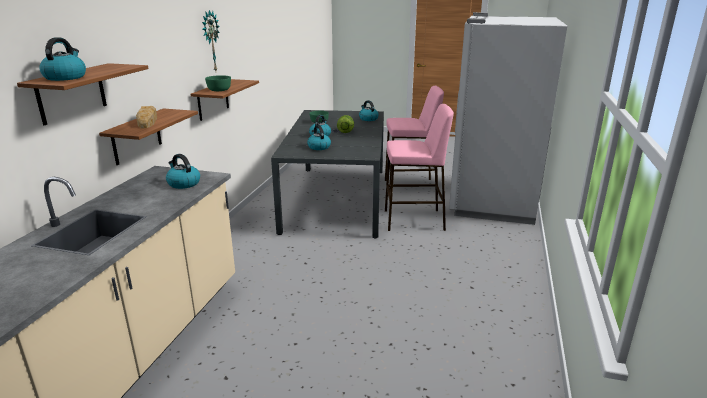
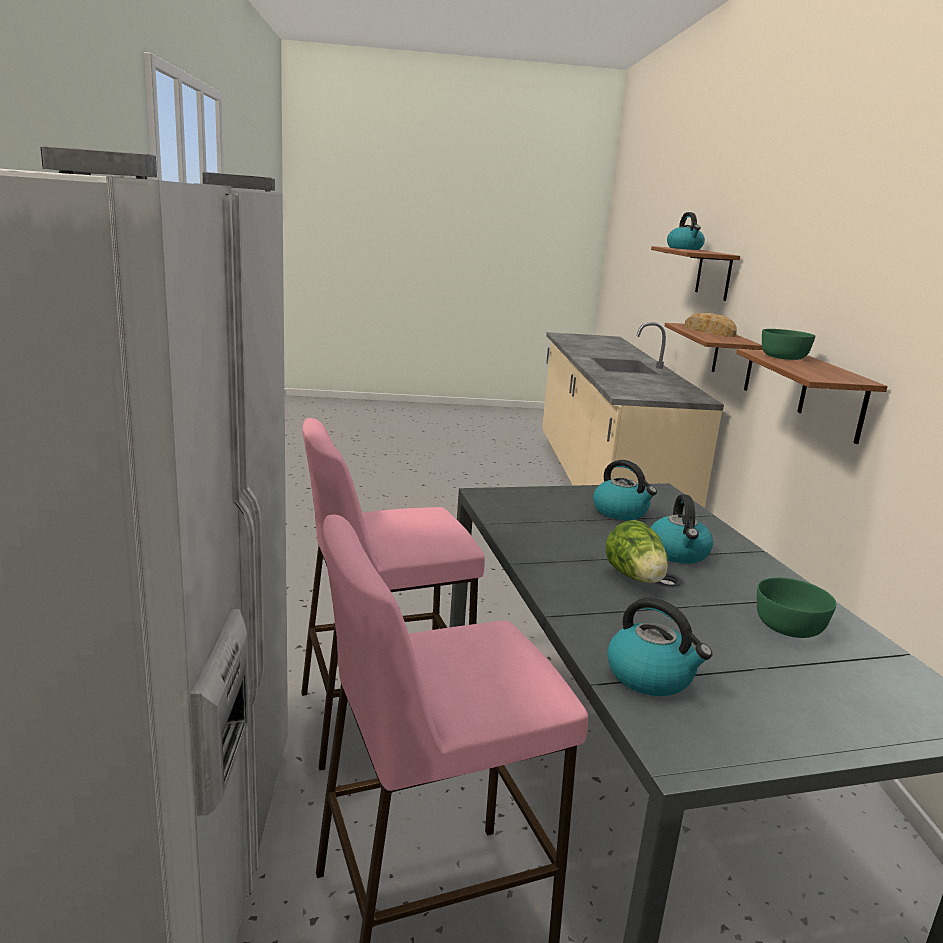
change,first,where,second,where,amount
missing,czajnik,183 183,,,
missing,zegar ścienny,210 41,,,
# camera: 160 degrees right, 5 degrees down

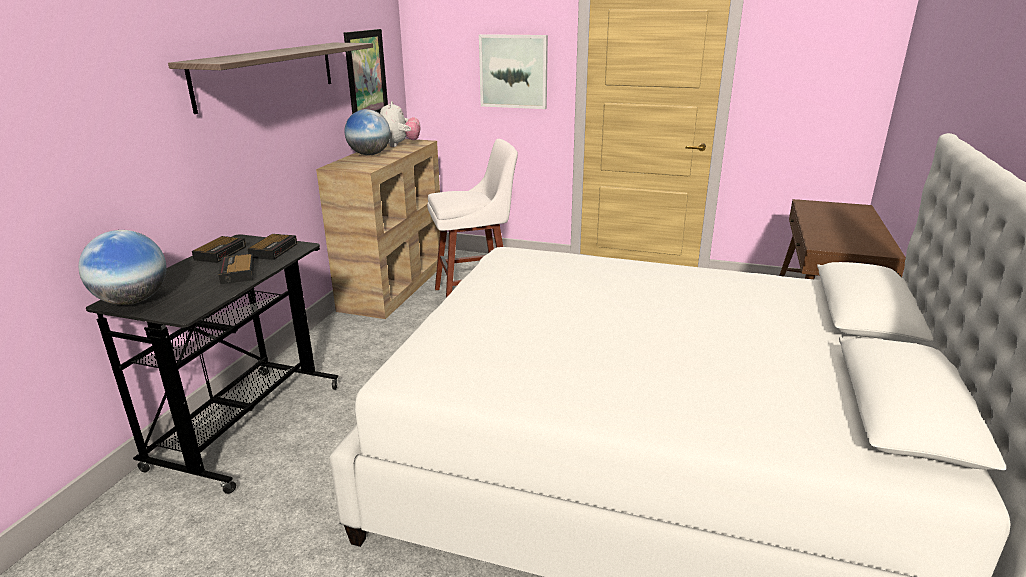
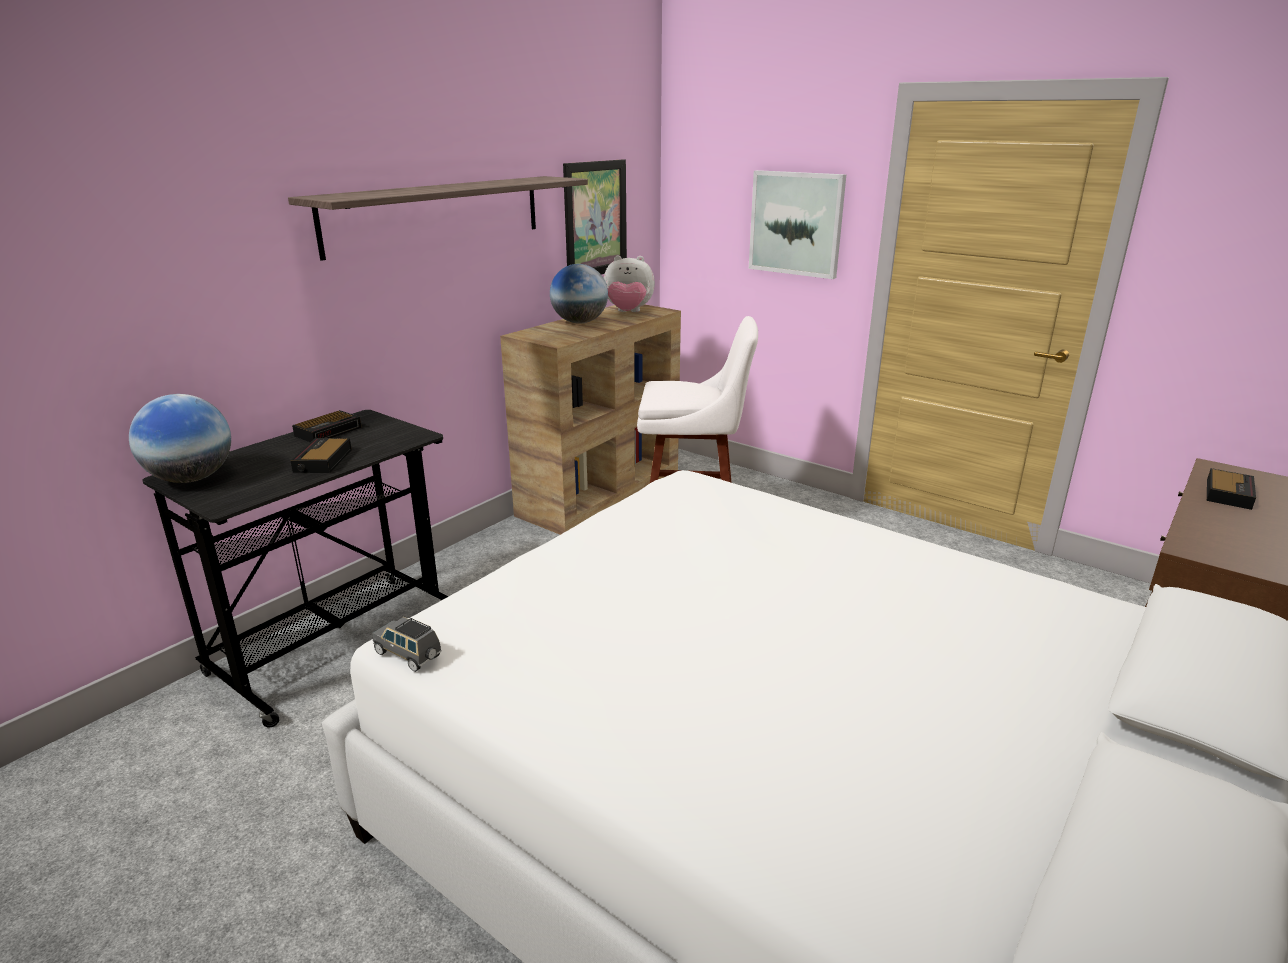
change,first,where,second,where,amount
relocated,budzik,274 250,,1228 493,
spun,pluszak,400 145,,628 312,75 degrees clockwise
appeared,,,samochodzik/szary,408 655,
# camera: 20 degrees right, 0 degrees up

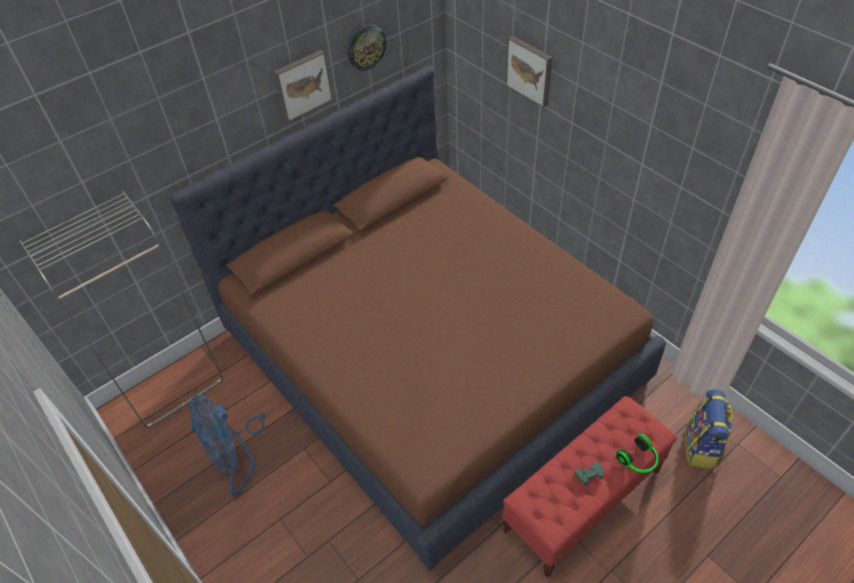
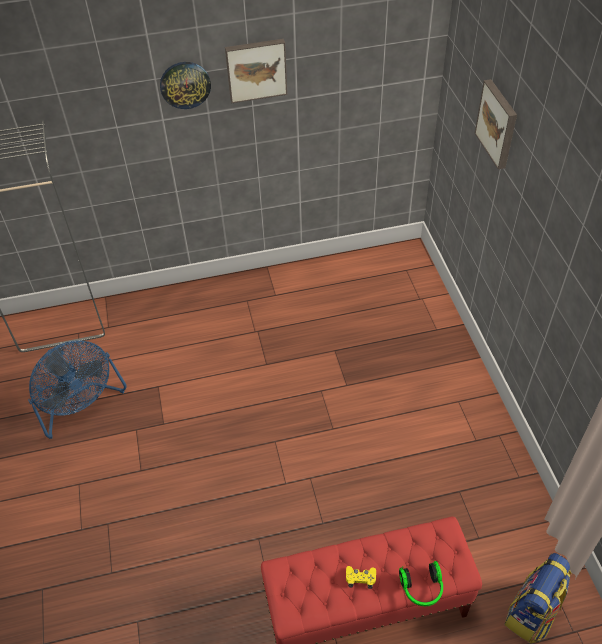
change,first,where,second,where,amount
missing,łóżko/brązowy,430 356,,,
spun,wentylator/niebieski,233 452,,76 405,120 degrees counterclockwise
relocated,zegar ścienny,366 47,,185 84,
colour,pad do gier/zielony,589 474,pad do gier/żółty,360 578,
# camera: 25 degrees right, 0 degrees up

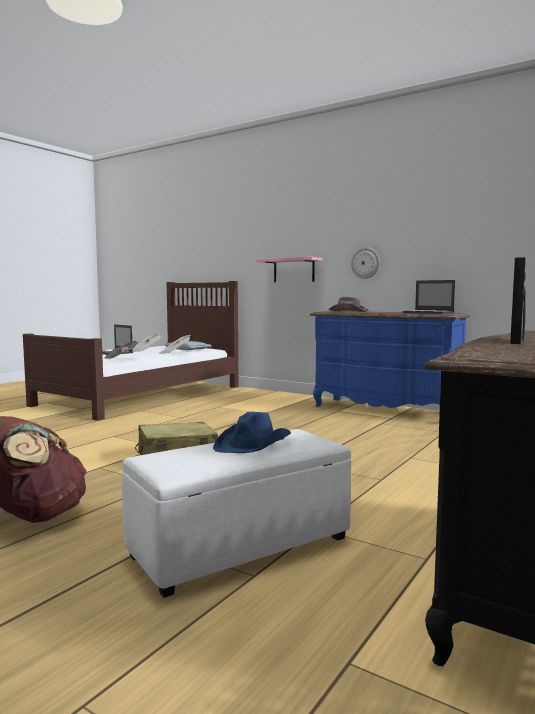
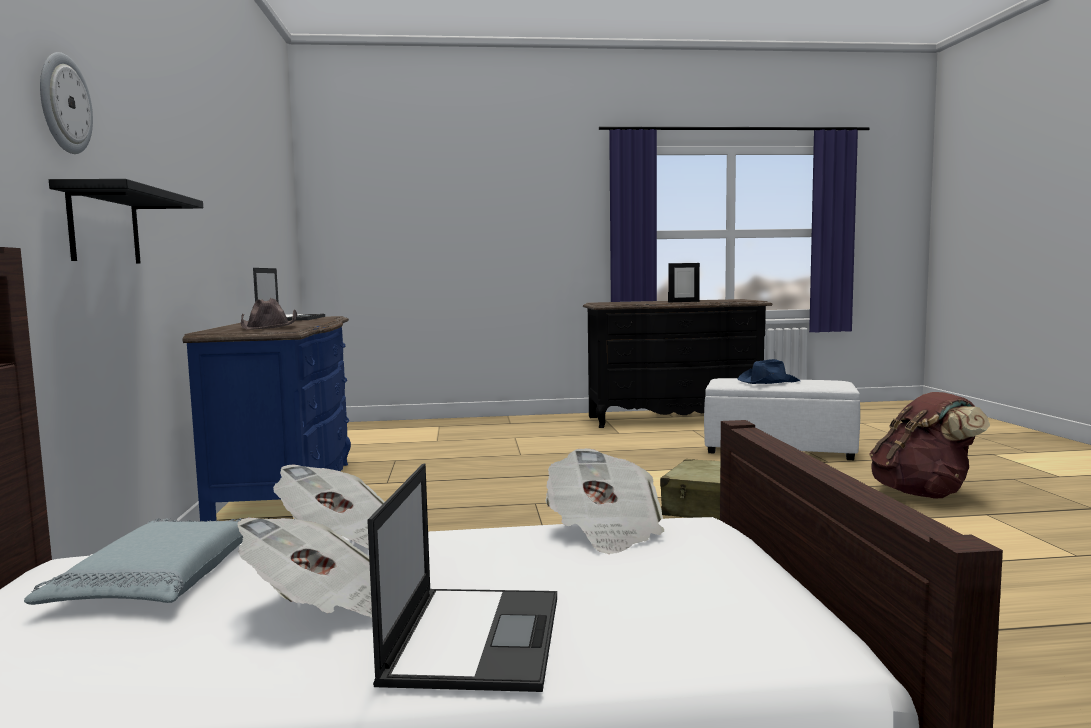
change,first,where,second,where,amount
colour,półka/różowy,294 270,półka/czarny,104 227,
relocated,zegar ścienny,365 263,,63 104,
# camera: 130 degrees left, 0 degrees up

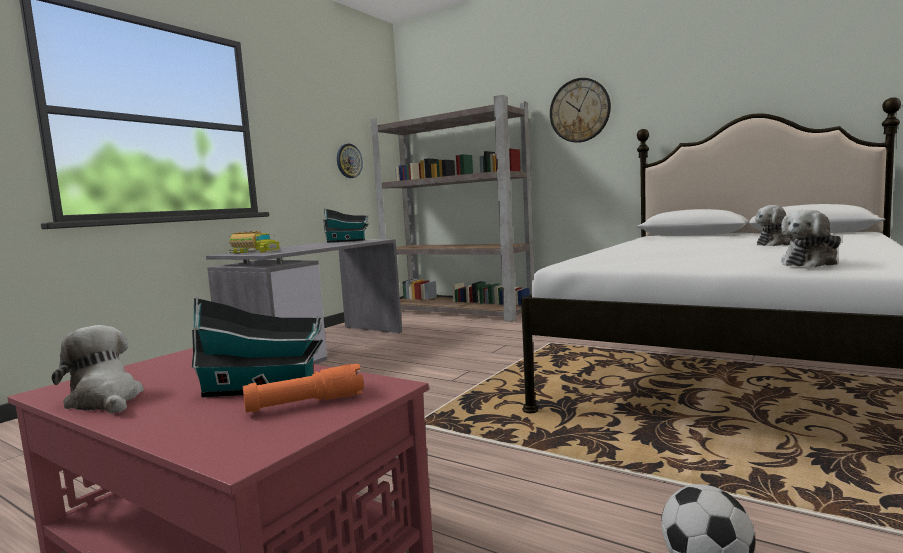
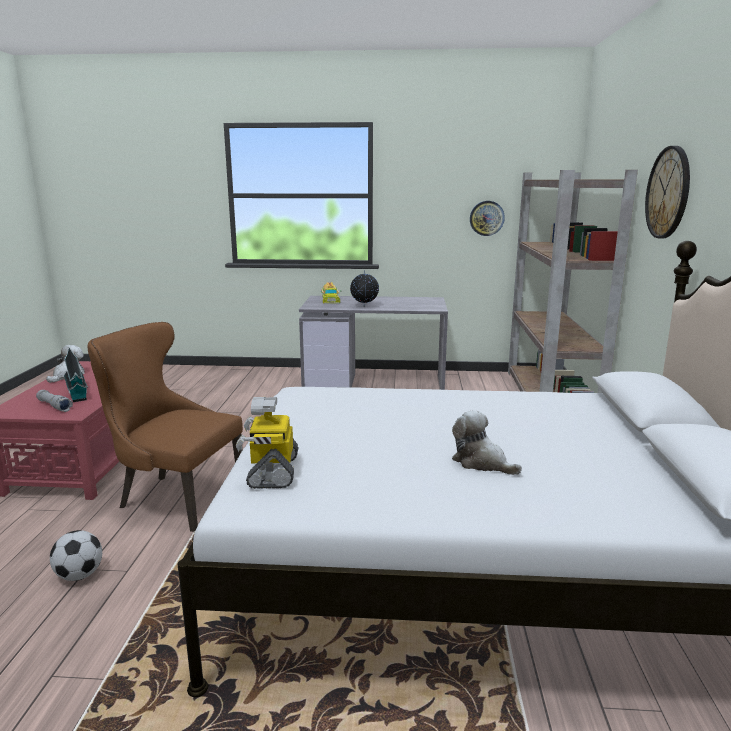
change,first,where,second,where,amount
colour,latarka/pomarańczowy,305 404,latarka/szary,54 406,
missing,domek,347 241,,,
exchanged,pluszak,811 263,robot zabawkowy,272 471,
appeared,,,krzesło/brązowy,176 498,
appeared,,,globus,364 306,
# camera: 60 degrees right, 10 degrees up

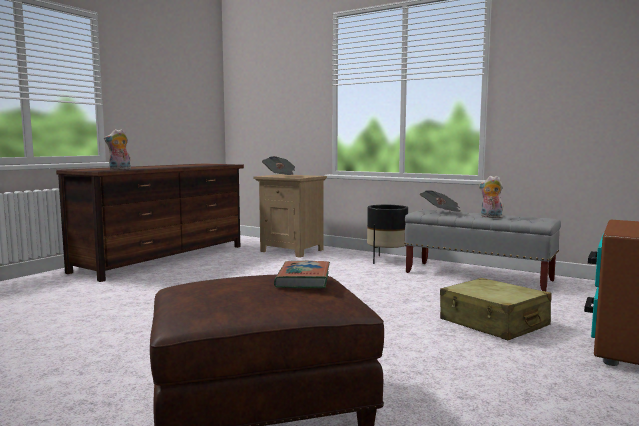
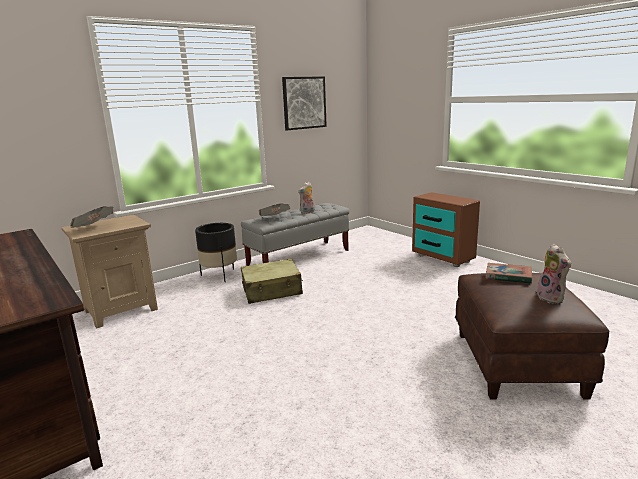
change,first,where,second,where,amount
relocated,pluszak,119 169,,552 298,
relocated,walizka/beżowy,493 323,,272 290,
appeared,,,obraz,304 103,
# camera: 70 degrees left, 10 degrees up

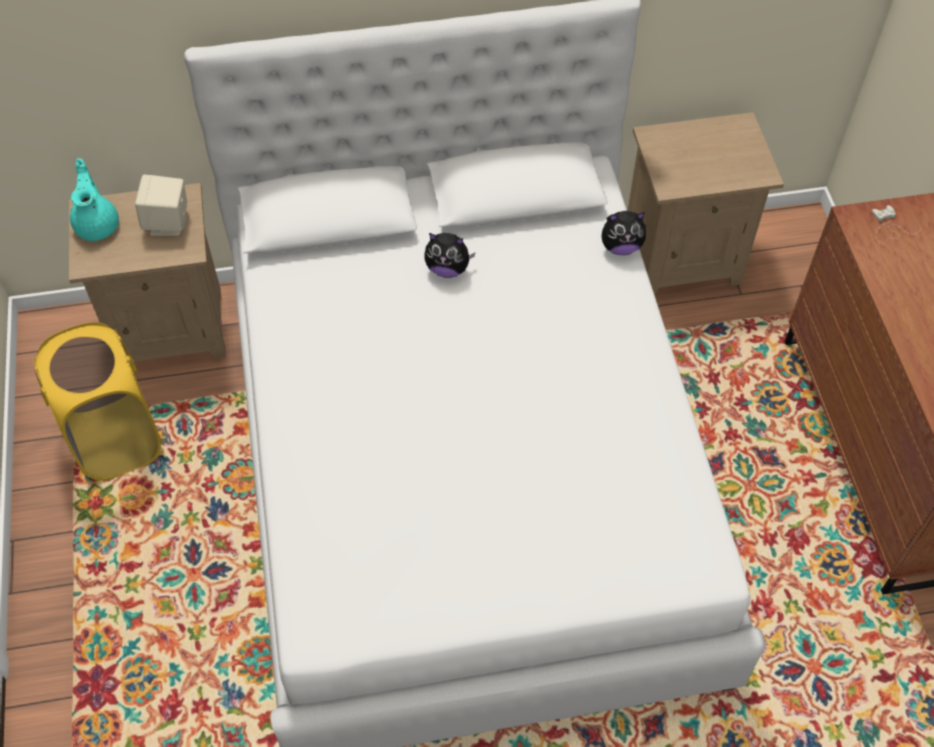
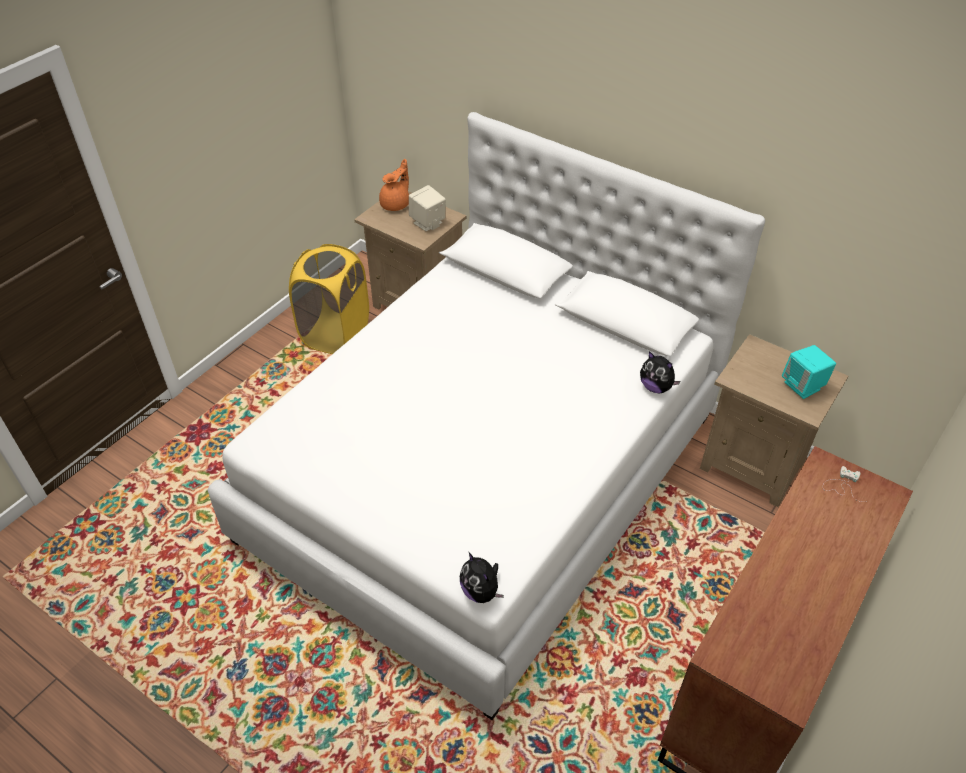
change,first,where,second,where,amount
colour,imbryk/turkusowy,98 224,imbryk/pomarańczowy,396 204,
relocated,pluszak,447 269,,481 591,
appeared,,,głośnik/turkusowy,803 386,
# camera: 45 degrees right, 10 degrees down

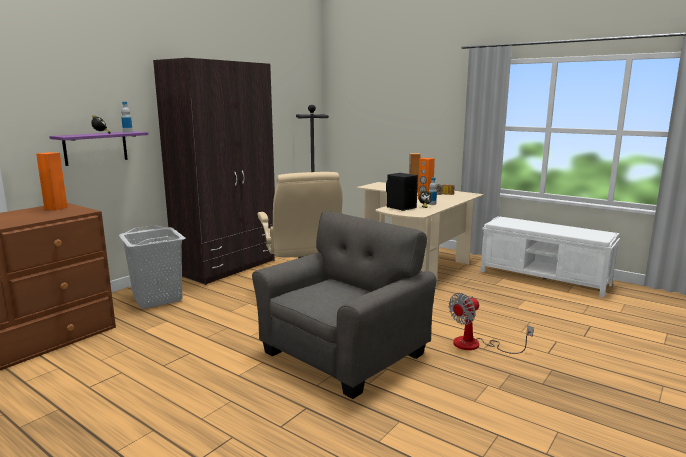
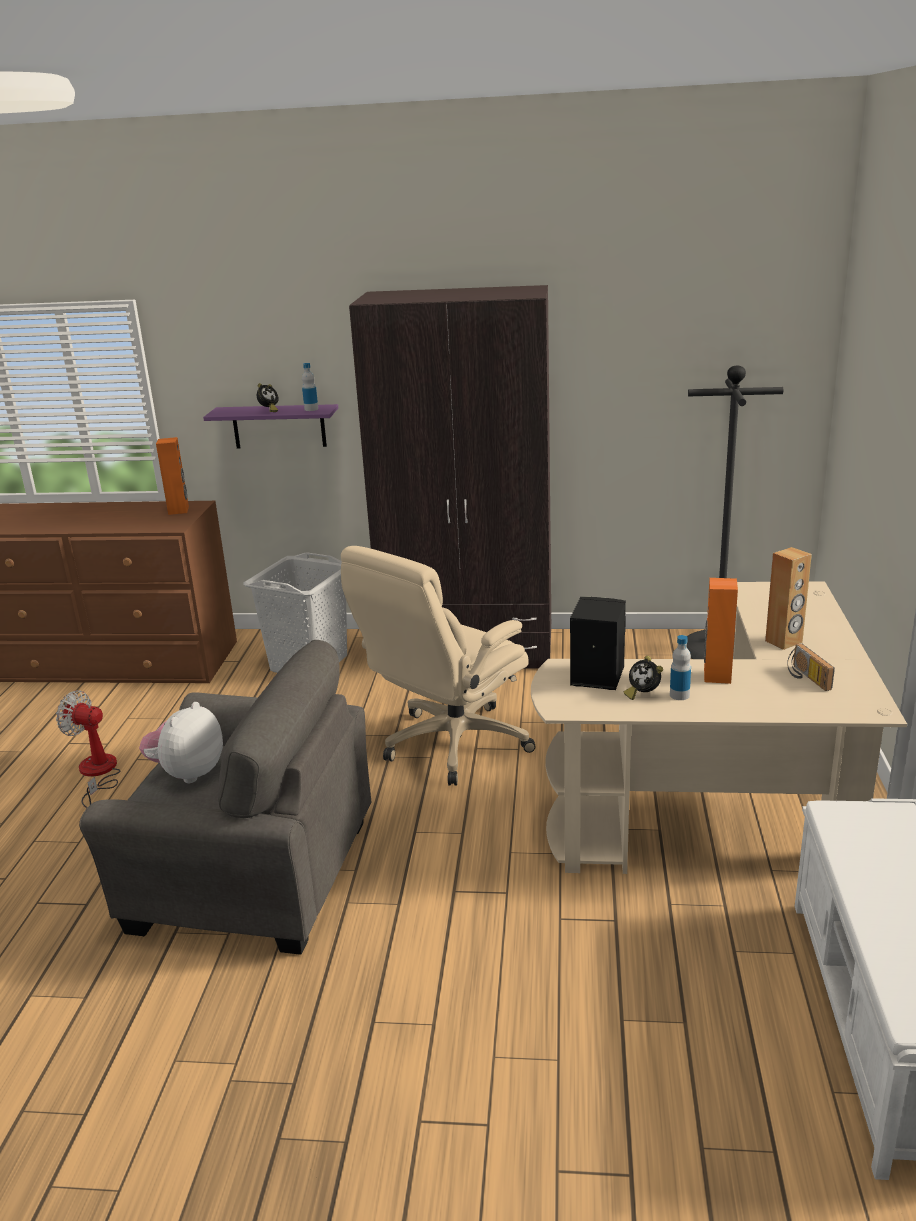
change,first,where,second,where,amount
relocated,wentylator,476 345,,97 774,
appeared,,,pluszak,187 773,
# camera: 60 degrees right, 10 degrees up

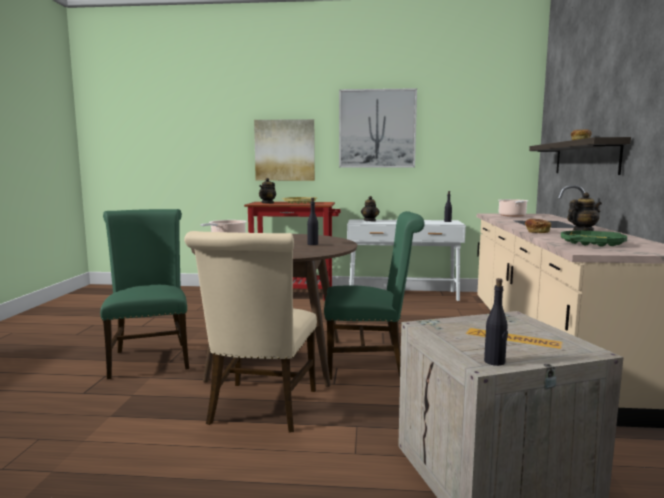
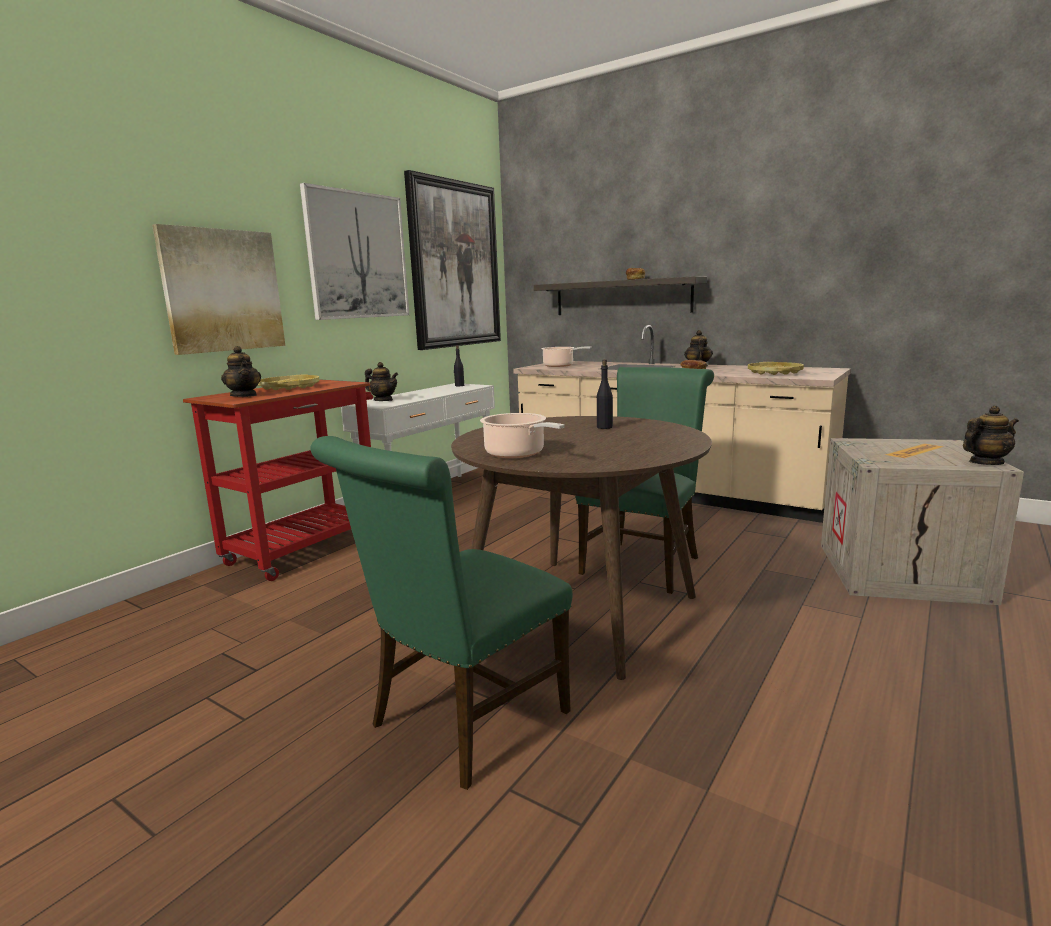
change,first,where,second,where,amount
spun,krzesło/zielony,150 357,,461 723,60 degrees counterclockwise
missing,krzesło/beżowy,261 409,,,
exchanged,butelka/czarny,494 362,imbryk,985 463,
colour,taca/zielony,592 243,taca/żółty,774 372,
appeared,,,obraz,455 265,
# camera: 60 degrees left, 5 degrees up

